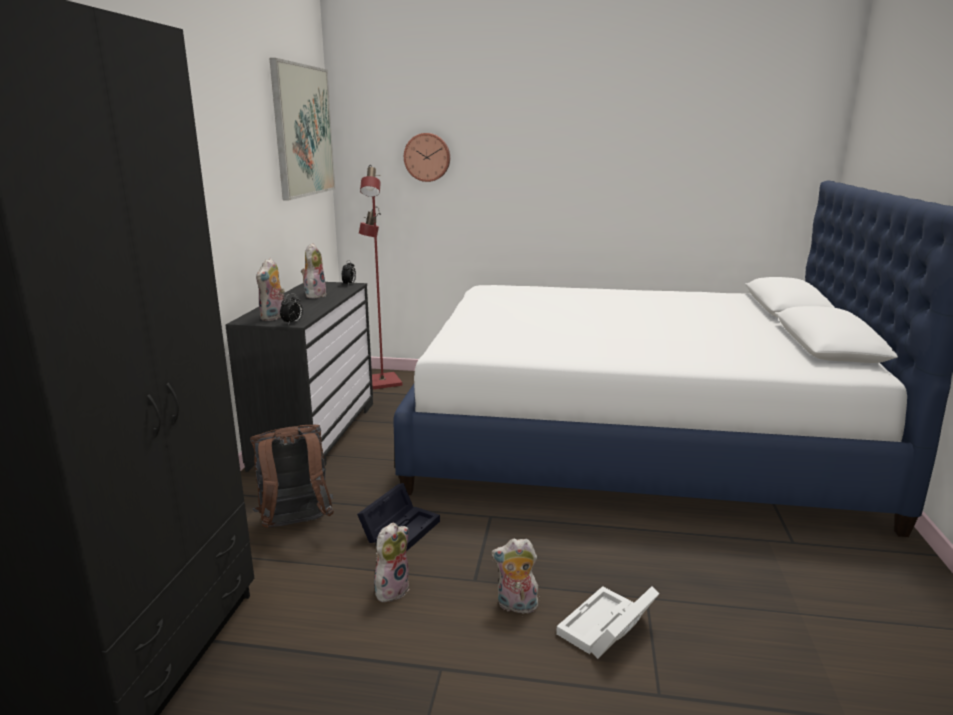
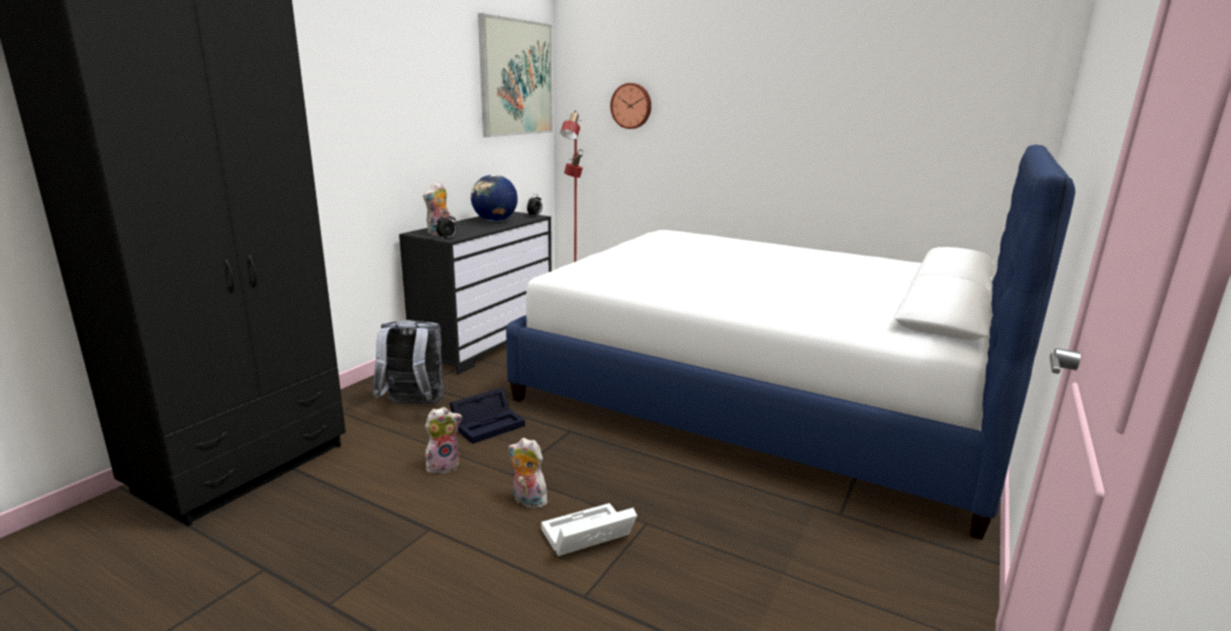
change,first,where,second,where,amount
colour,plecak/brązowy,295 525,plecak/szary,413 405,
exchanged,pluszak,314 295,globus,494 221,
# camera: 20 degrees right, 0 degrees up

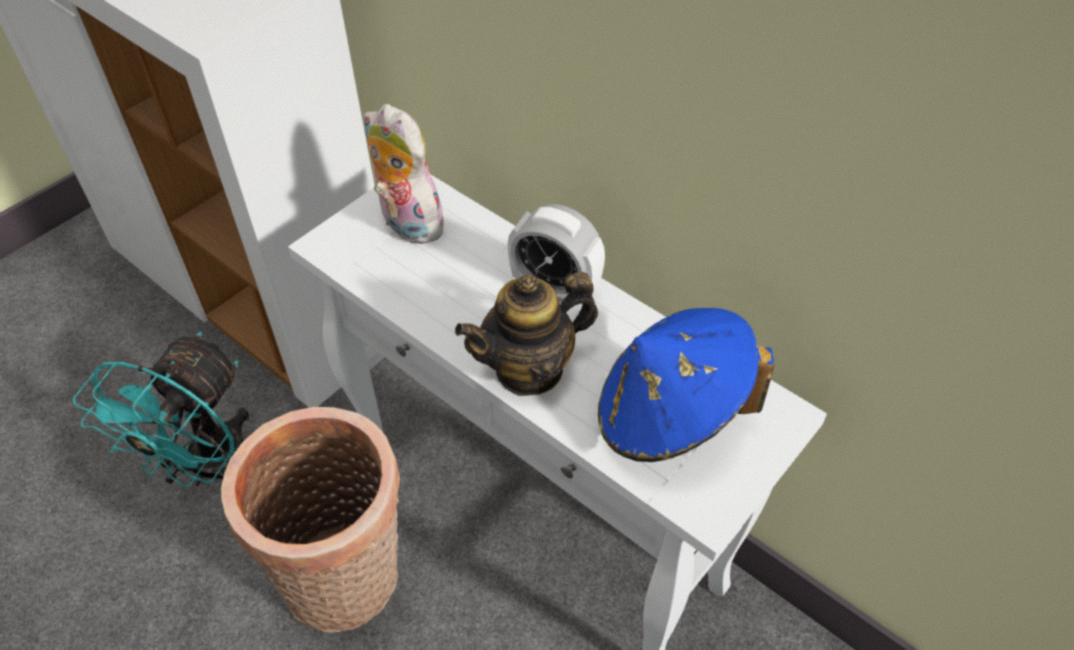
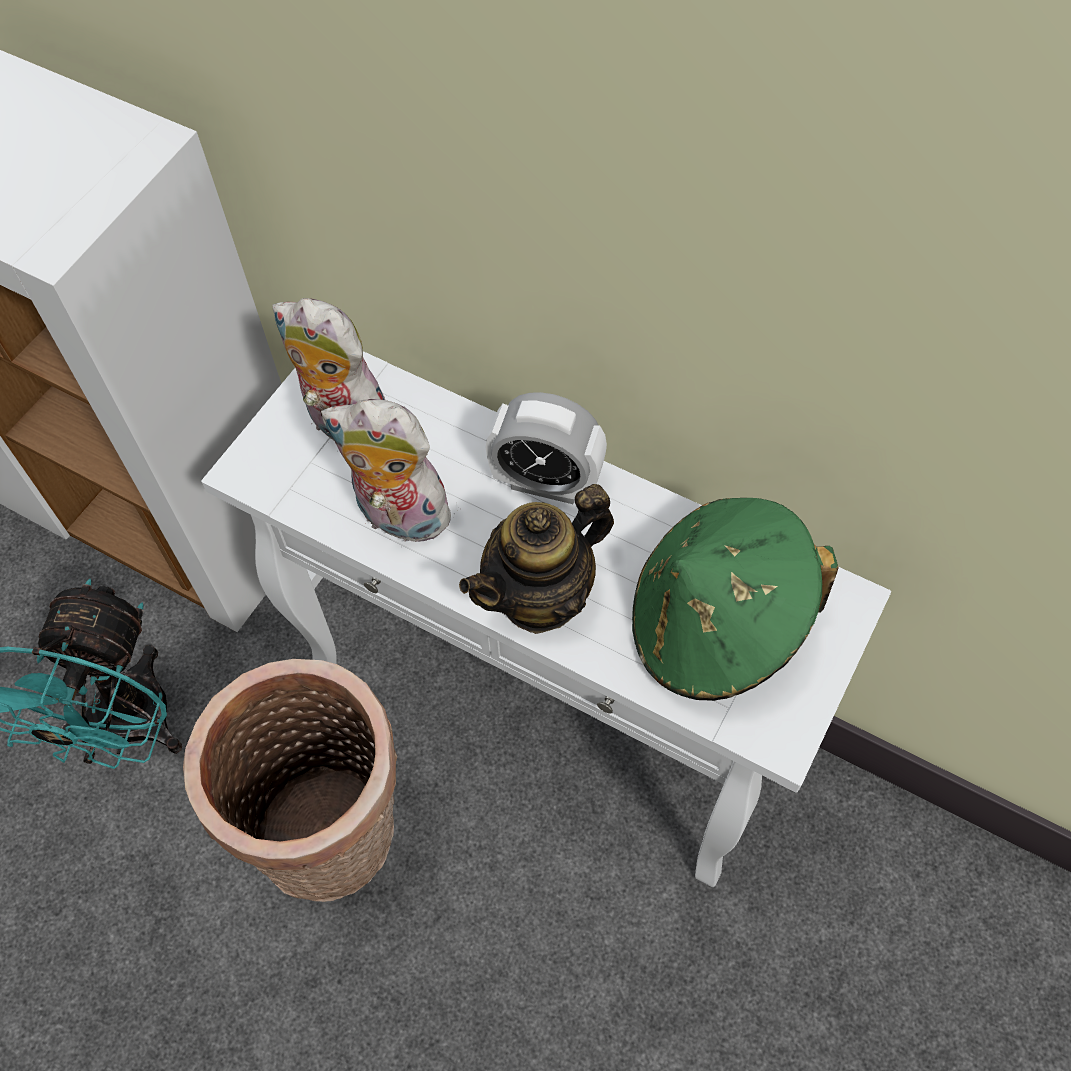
change,first,where,second,where,amount
colour,kapelusz/niebieski,670 415,kapelusz/zielony,716 626,
appeared,,,pluszak,398 517,
# camera: 10 degrees left, 10 degrees up

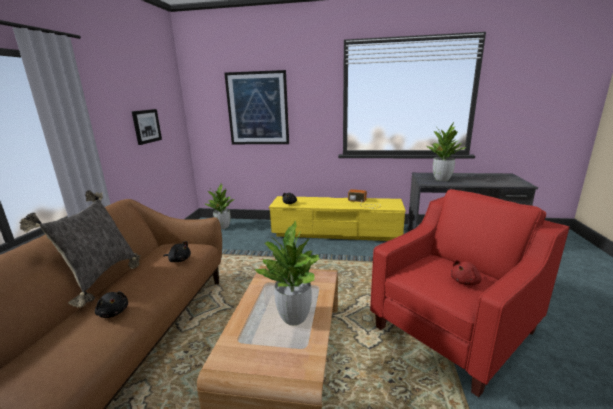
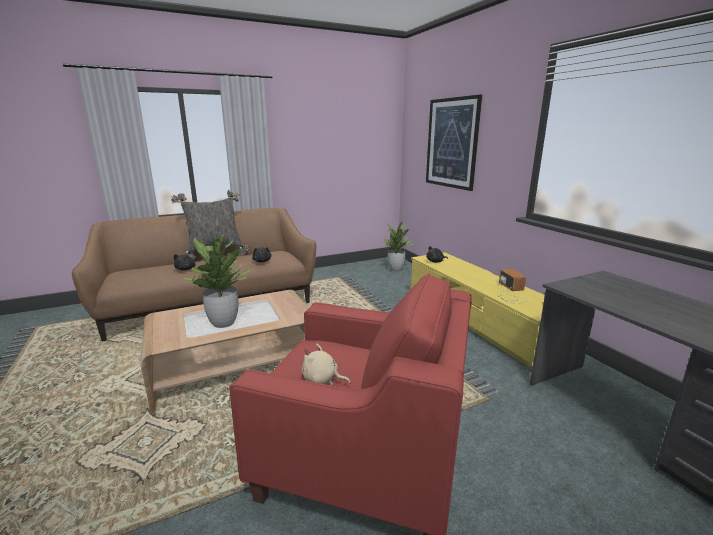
change,first,where,second,where,amount
missing,obraz,146 126,,,
missing,roślina doniczkowa,441 179,,,
colour,pluszak/czerwony,465 282,pluszak/beżowy,322 380,
# camera: 55 degrees right, 0 degrees up

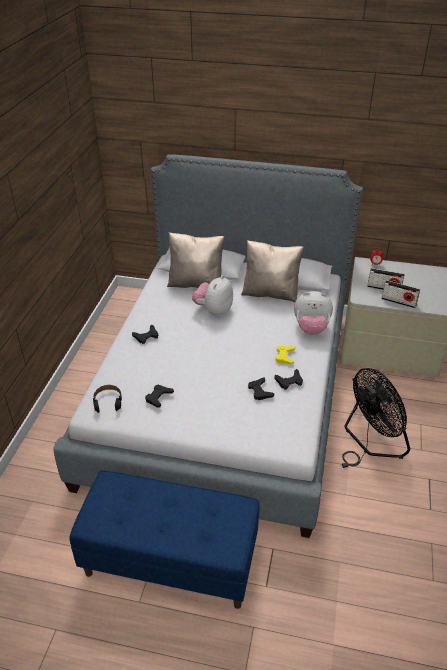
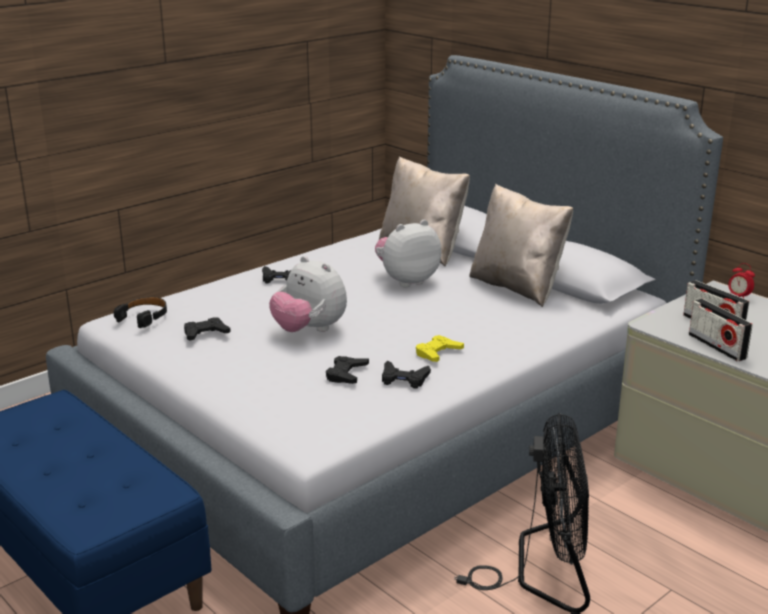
change,first,where,second,where,amount
relocated,pluszak,311 328,,309 330,
# camera: 35 degrees right, 15 degrees down

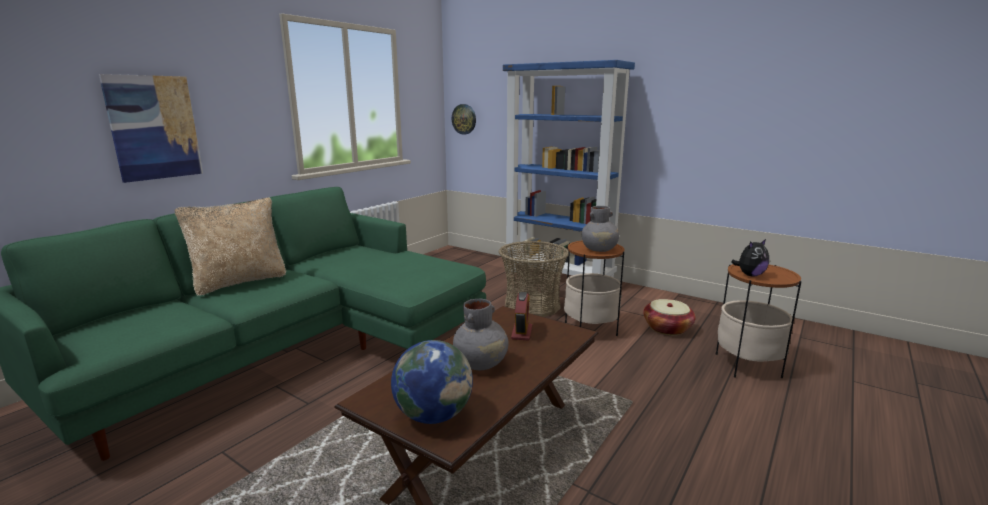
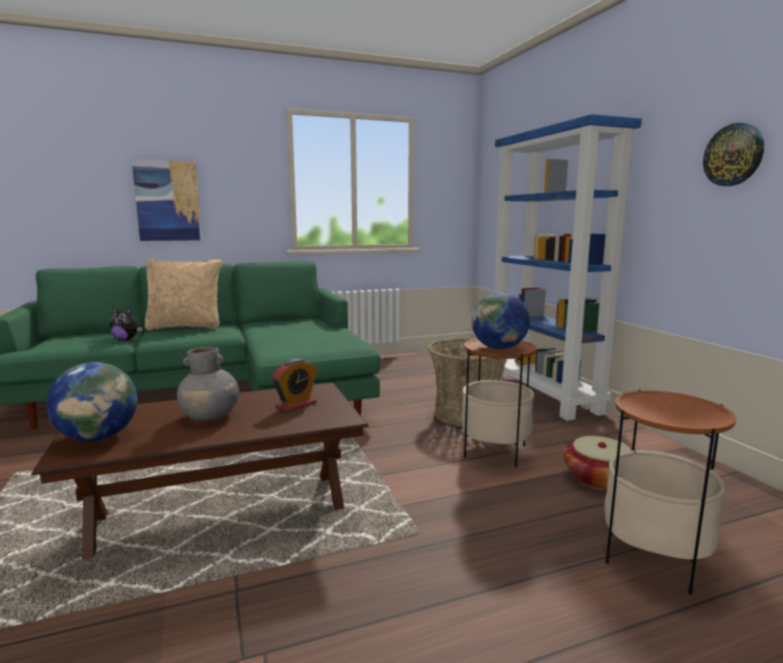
change,first,where,second,where,amount
relocated,zegar ścienny,464 119,,733 155,
exchanged,wazon/szary,599 250,globus,499 348,
relocated,pluszak,750 275,,126 339,
# camera: 35 degrees right, 5 degrees down

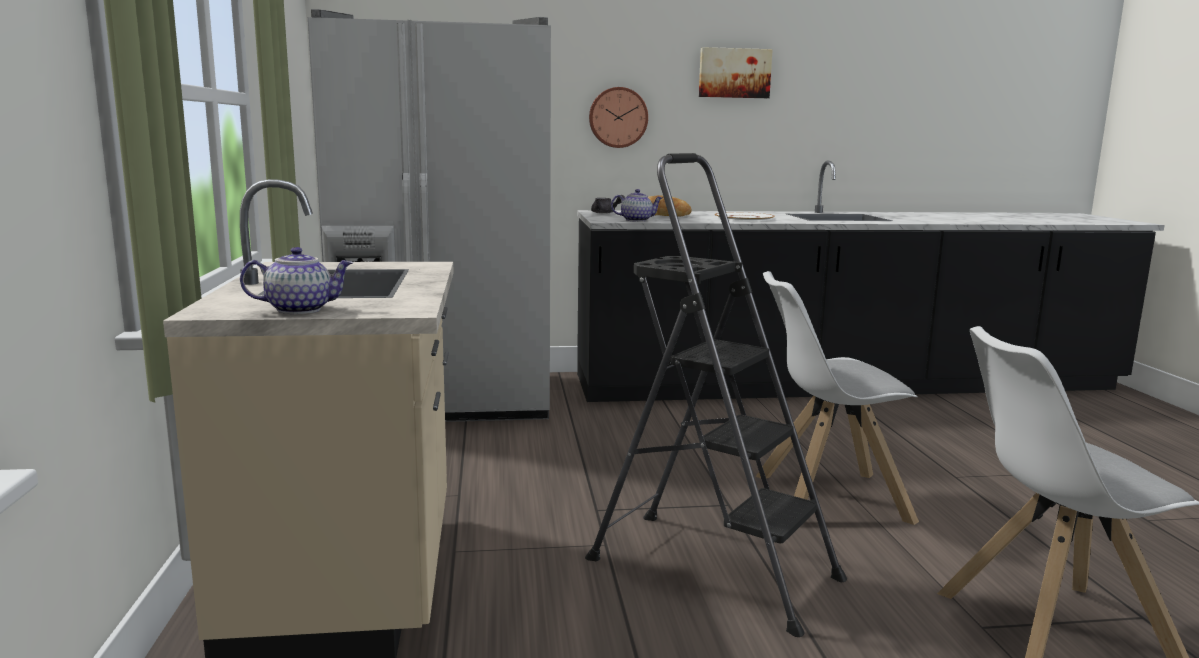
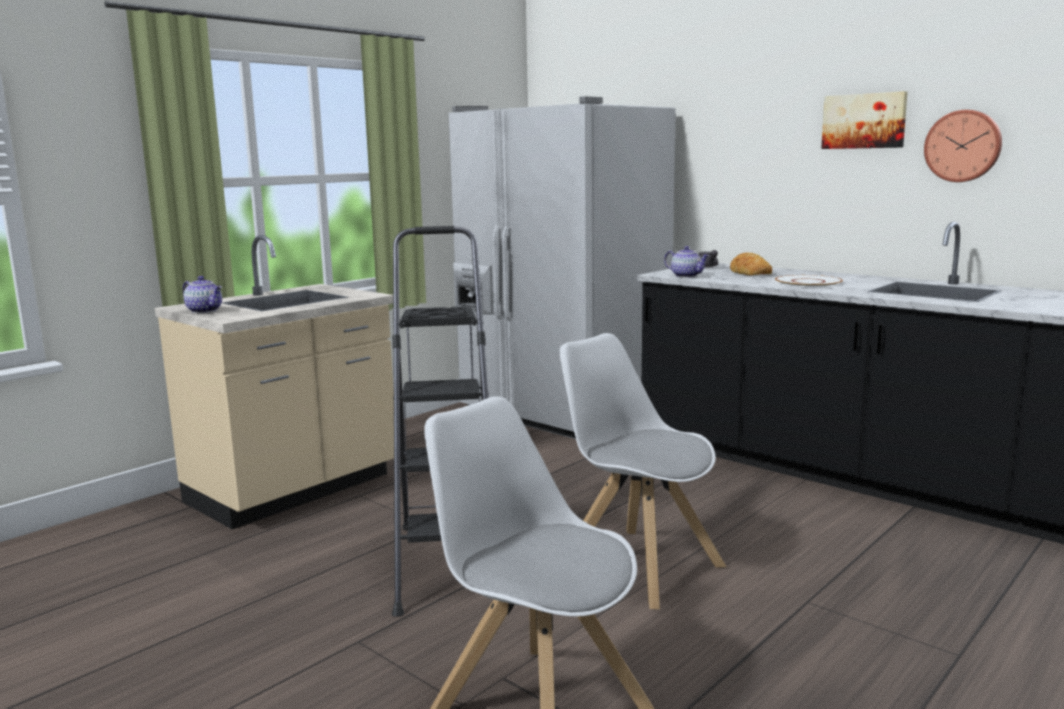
change,first,where,second,where,amount
relocated,zegar ścienny,618 117,,963 146,
# camera: 50 degrees right, 0 degrees up

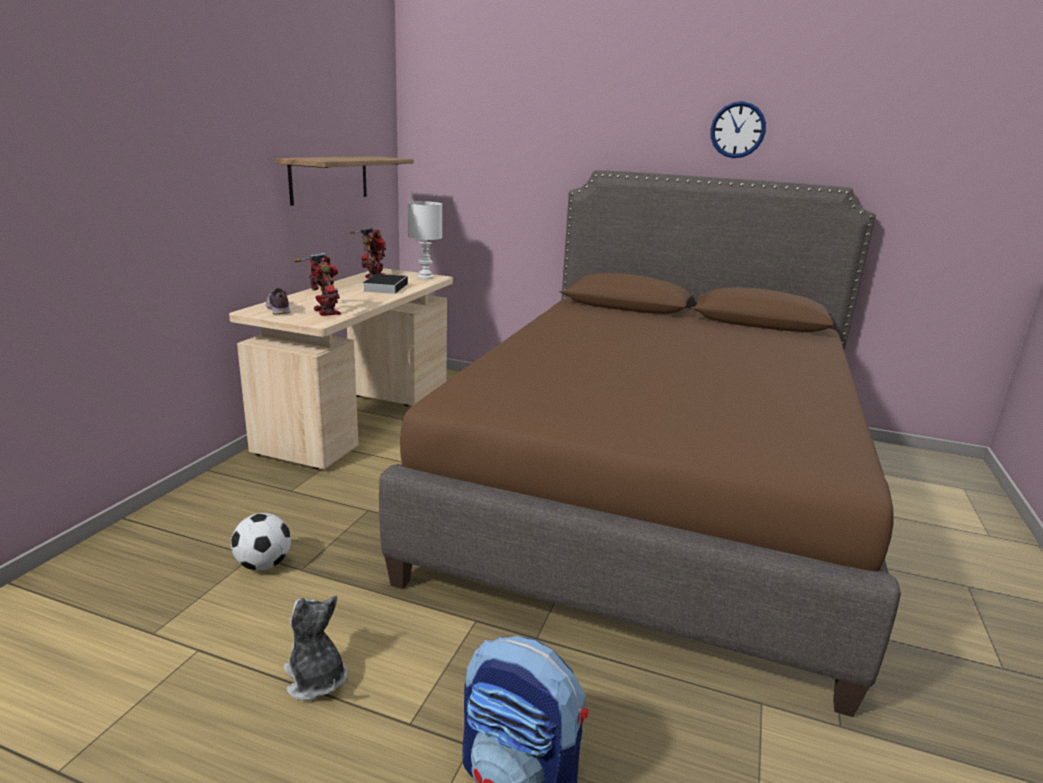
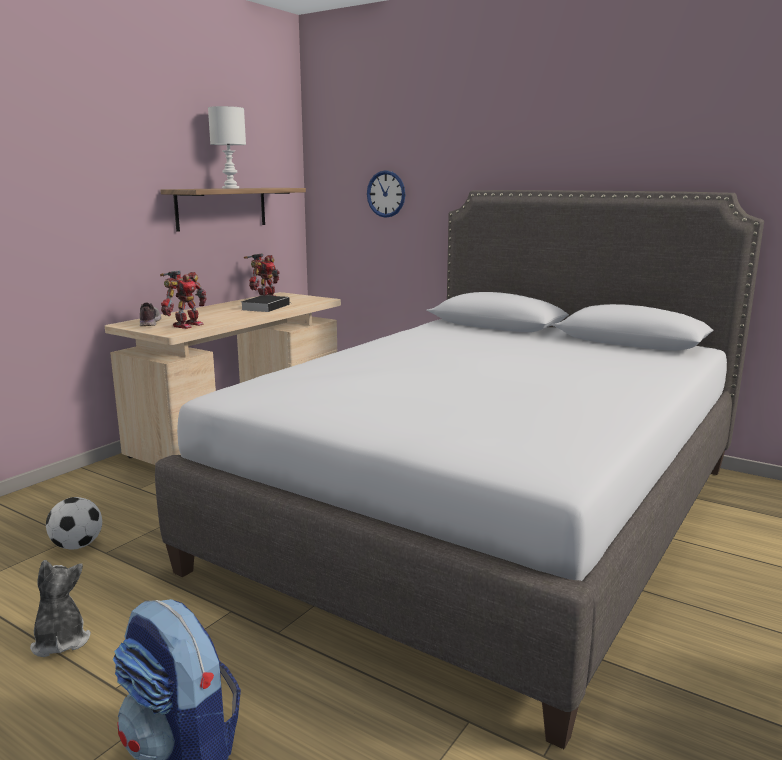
change,first,where,second,where,amount
spun,robot zabawkowy,324 312,,186 325,45 degrees clockwise
colour,łóżko/brązowy,652 491,łóżko/szary,486 514,
relocated,lampa stołowa/biały,424 277,,230 188,
relocated,zegar ścienny,737 130,,386 194,
# camera: 15 degrees right, 5 degrees down

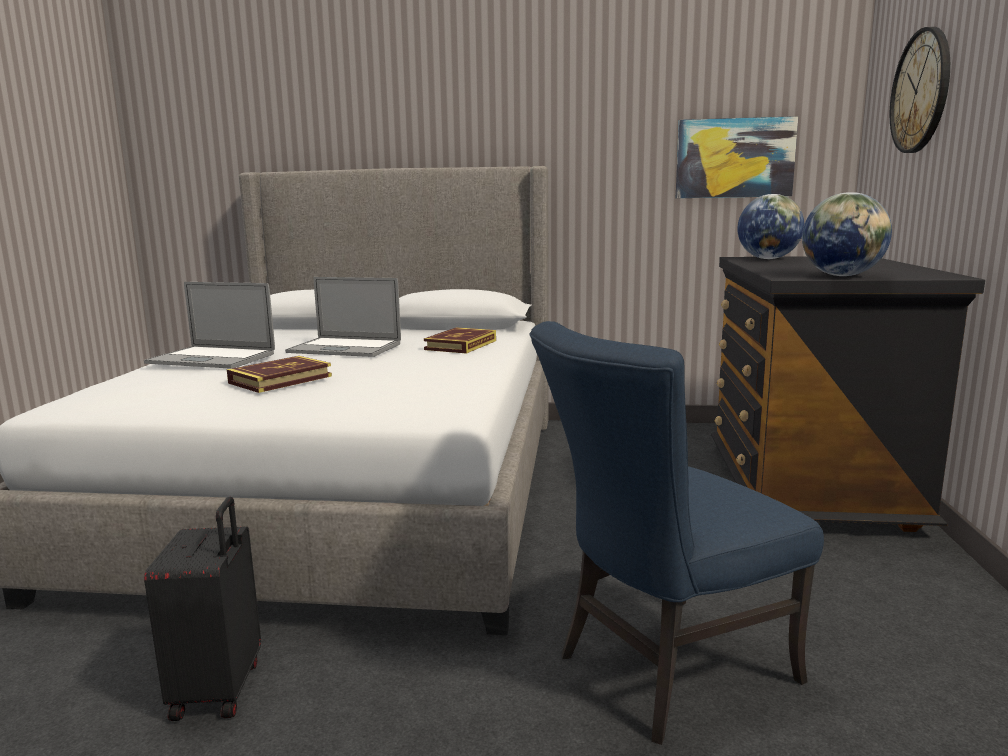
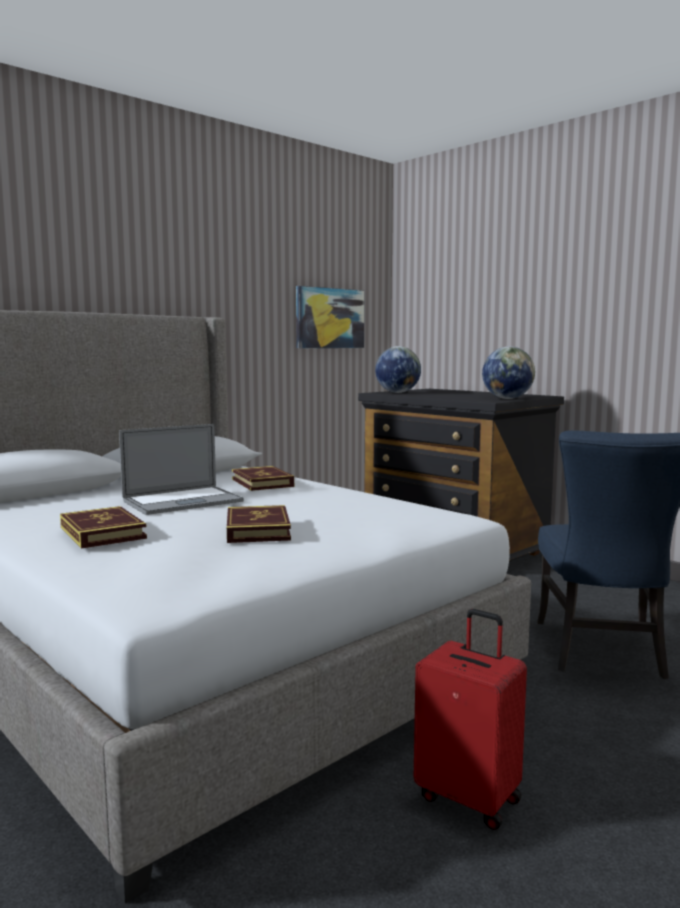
change,first,where,second,where,amount
exchanged,laptop,211 358,książka,102 533,
colour,walizka/czarny,220 689,walizka/czerwony,469 797,
missing,zegar ścienny,921 91,,,
# camera: 50 degrees left, 5 degrees down

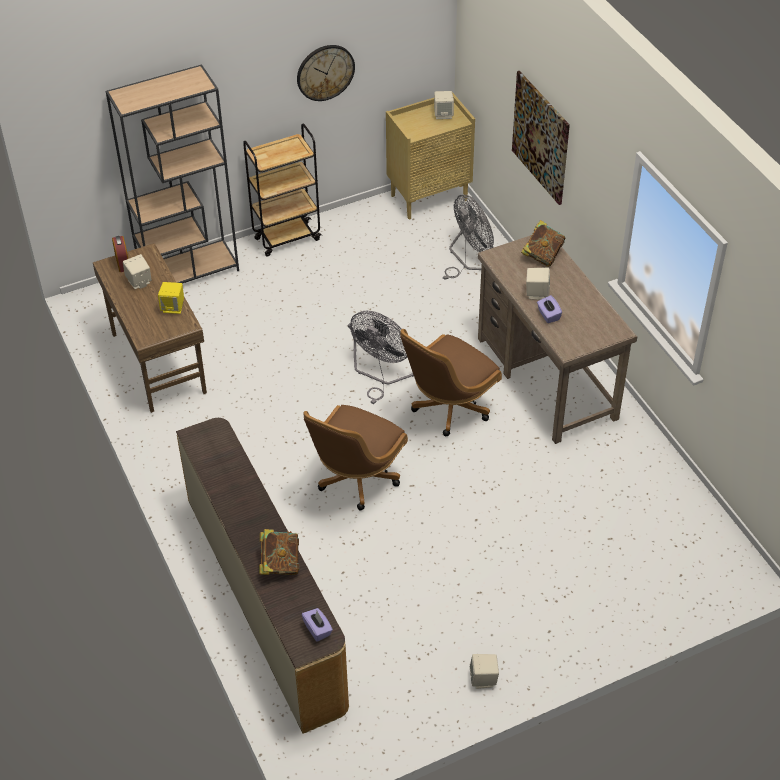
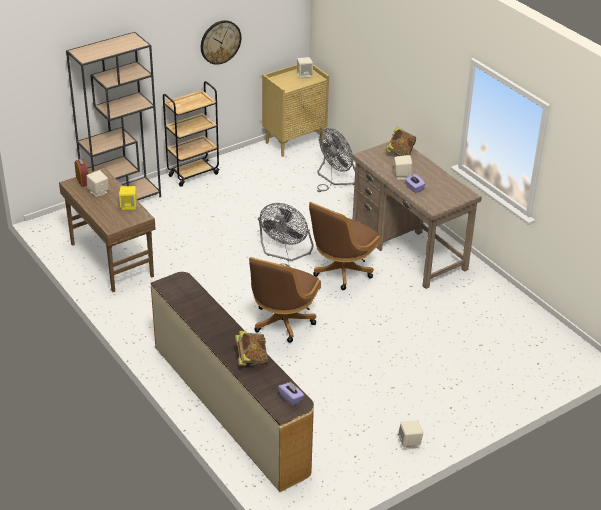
change,first,where,second,where,amount
missing,obraz,541 137,,,
# camera: 10 degrees left, 10 degrees down

